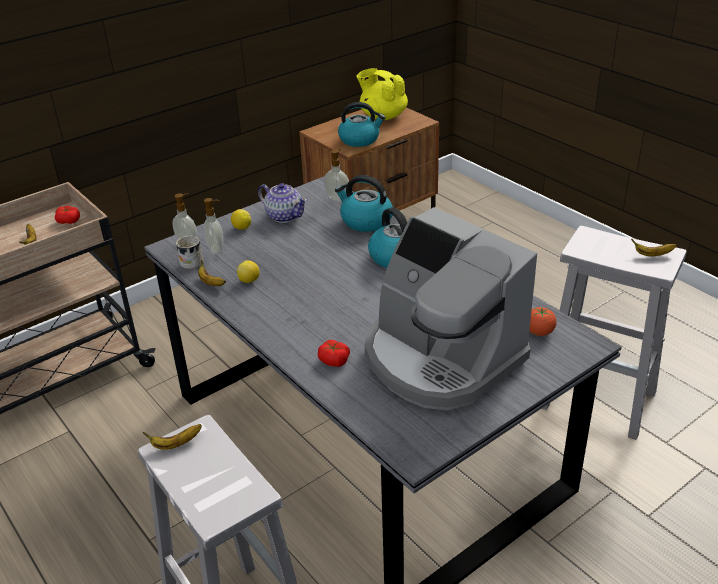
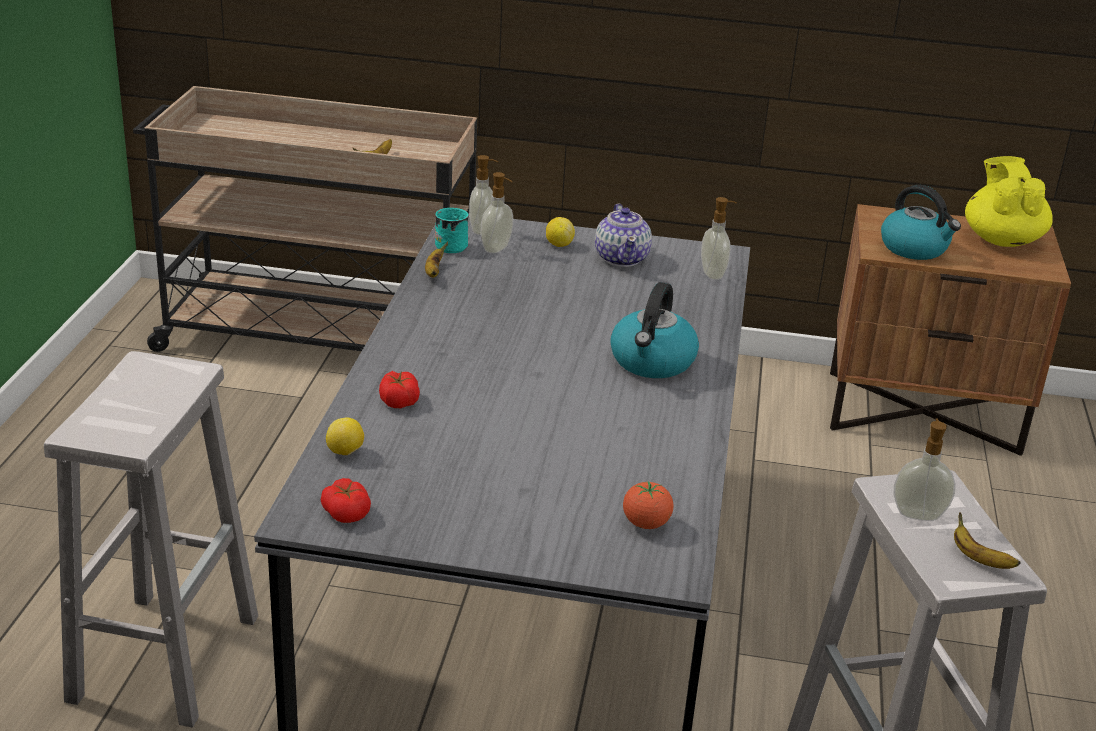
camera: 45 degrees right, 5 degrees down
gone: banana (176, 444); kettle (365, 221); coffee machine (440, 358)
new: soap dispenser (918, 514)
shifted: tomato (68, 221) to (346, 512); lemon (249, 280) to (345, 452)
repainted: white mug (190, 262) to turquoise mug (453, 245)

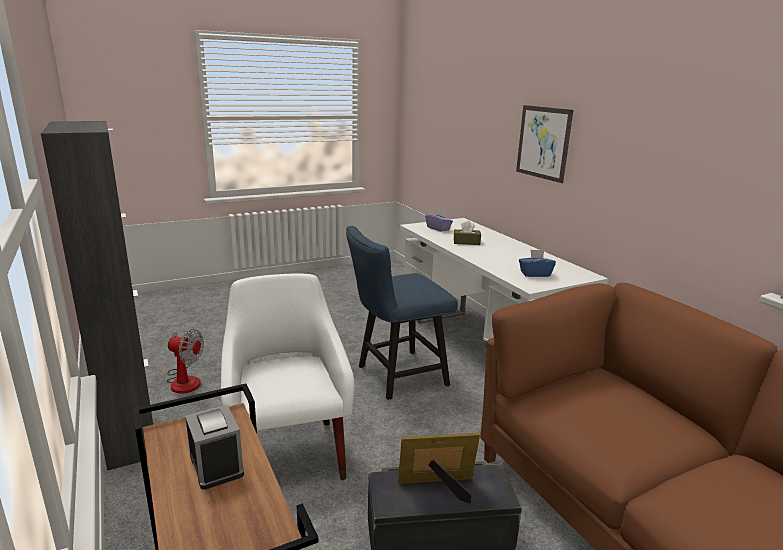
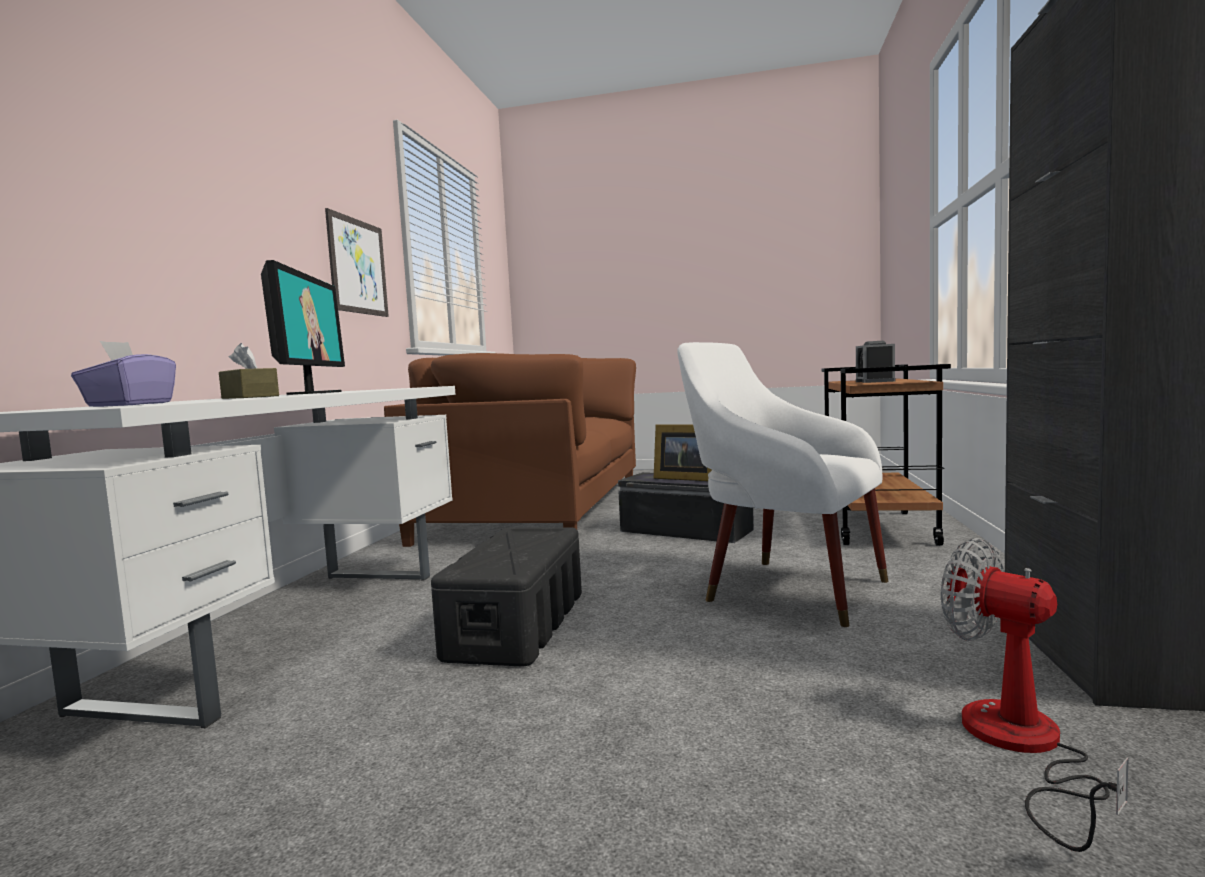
camera: 140 degrees left, 15 degrees down
gone: blue tissue box (535, 274)
new: monitor (313, 393)
shifted: picture (543, 142) to (358, 266)
swapped: blue chair (396, 376) to black storage box (517, 625)
rotated: white armchair (289, 450) = (785, 588) 105 degrees clockwise

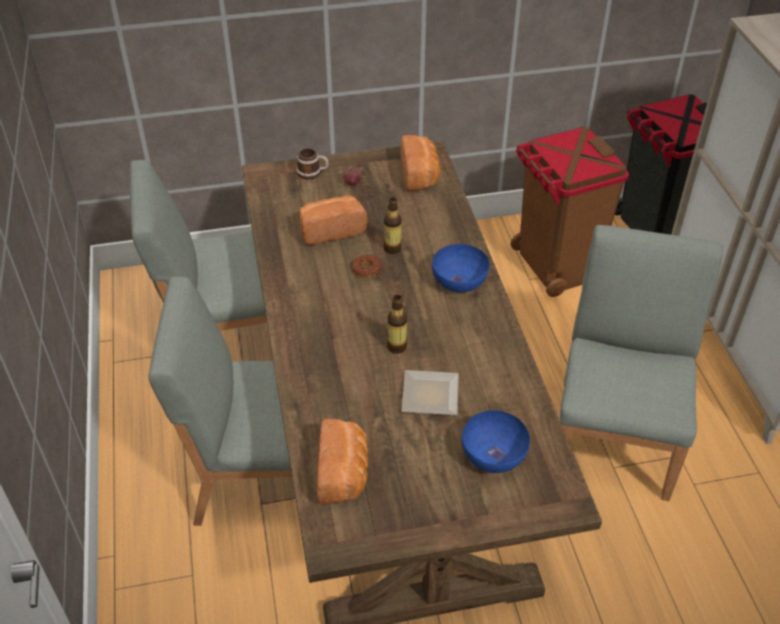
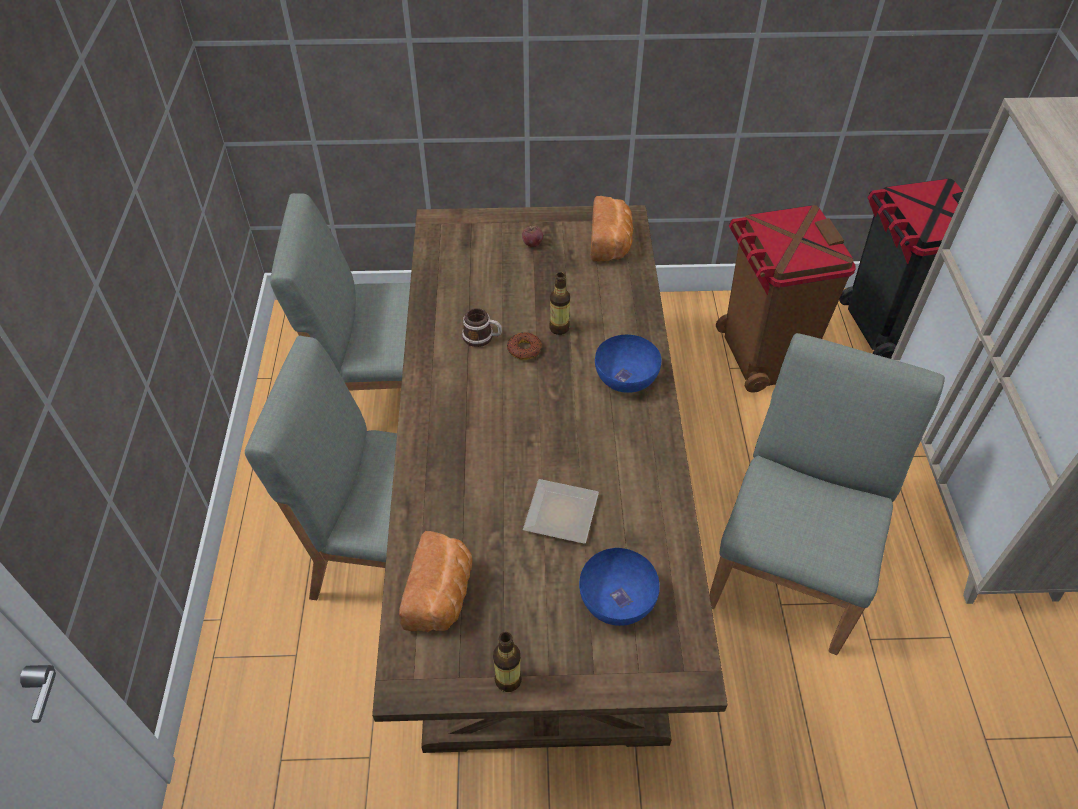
camera: 10 degrees right, 5 degrees up
gone: bread (331, 230)
shifted: mug (312, 173) to (482, 337); bottle (396, 347) to (508, 680)

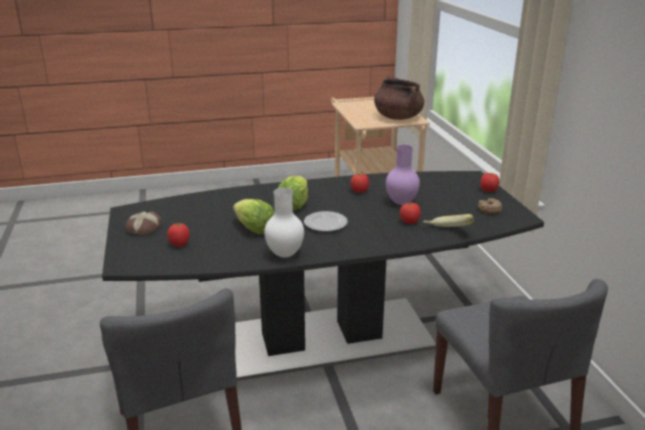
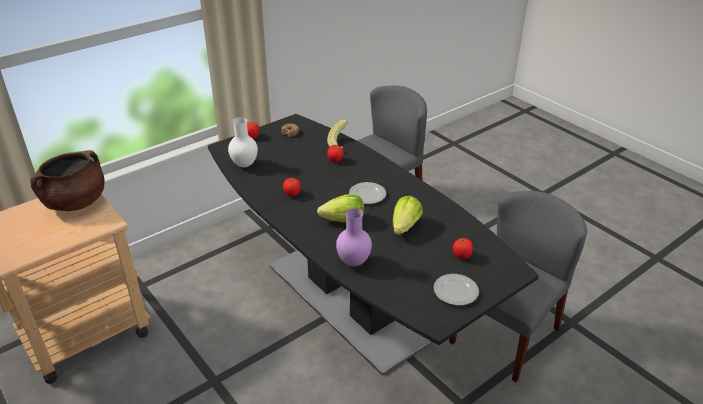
camera: 115 degrees left, 10 degrees up
shifted: white vase (284, 254) to (244, 165); purple vase (401, 203) to (354, 262)
swapped: bread (143, 227) to plate (456, 291)

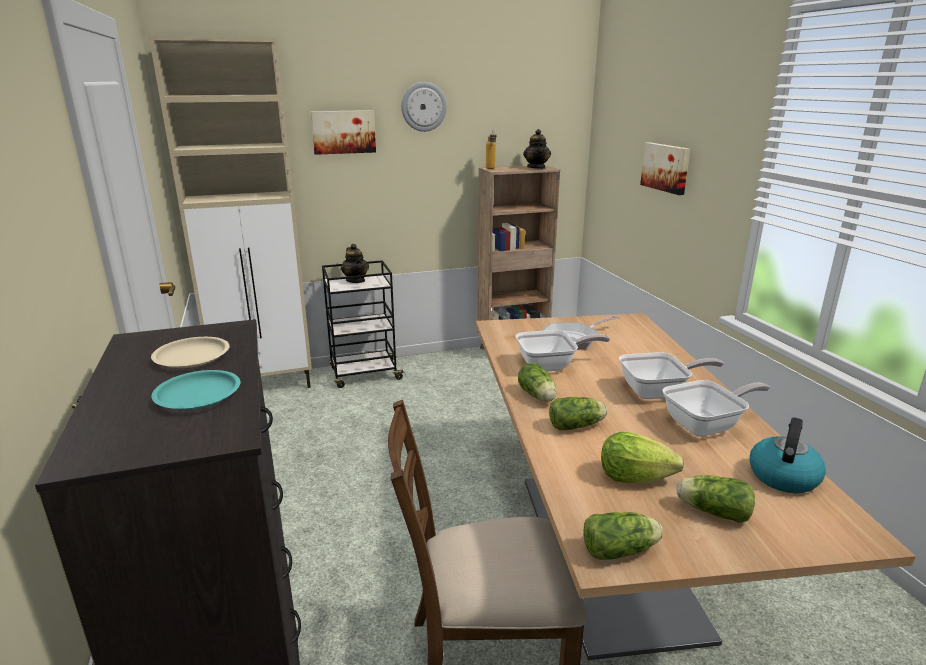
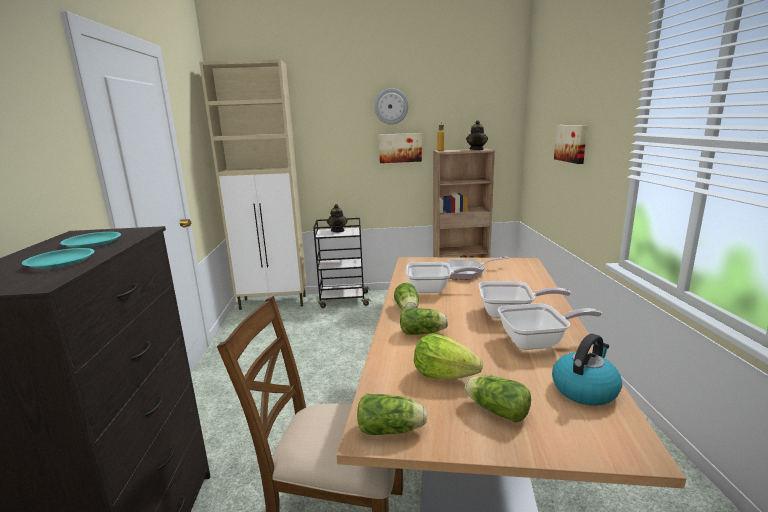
camera: 15 degrees right, 5 degrees down
shifted: picture (343, 132) to (400, 148)
repainted: beige plate (192, 357) to turquoise plate (92, 243)

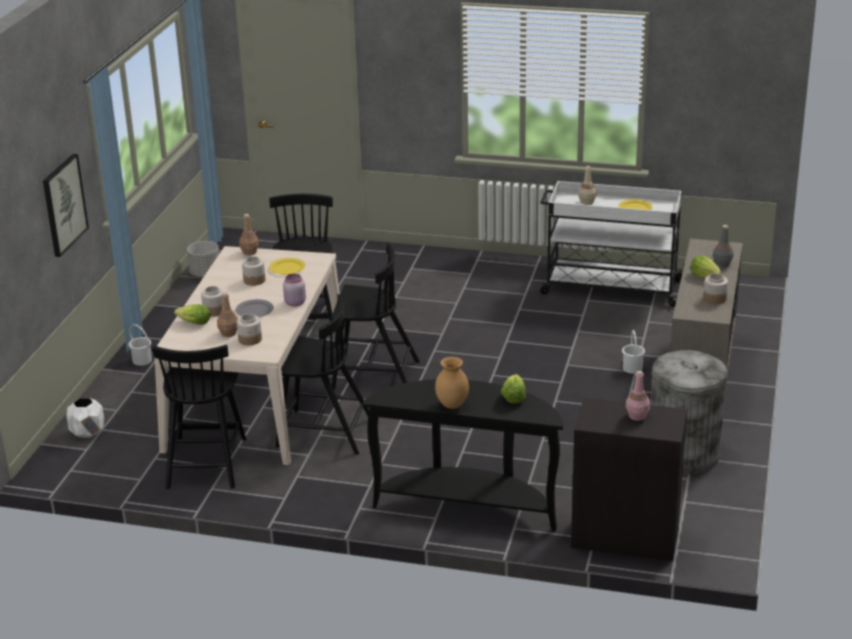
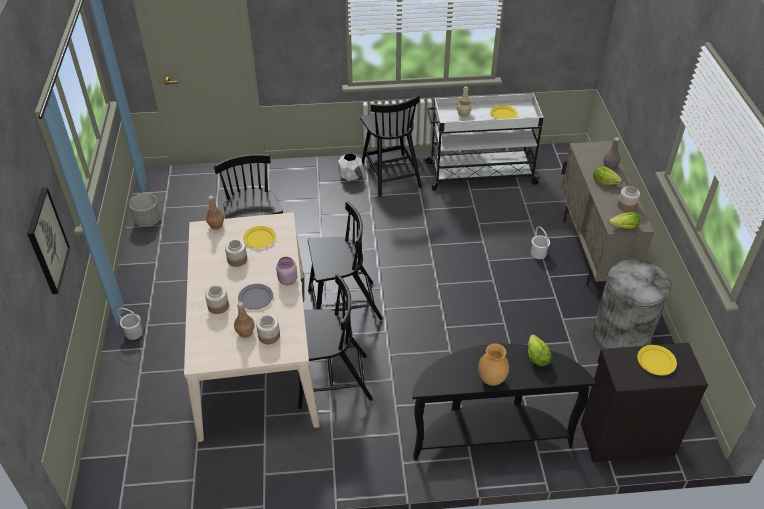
camera: 20 degrees left, 15 degrees up
shifted: white planter (88, 432) to (351, 176); black chair (206, 462) to (390, 174); lettuce (194, 323) to (624, 227)
swapped: pink bottle (637, 416) to yellow plate (656, 361)

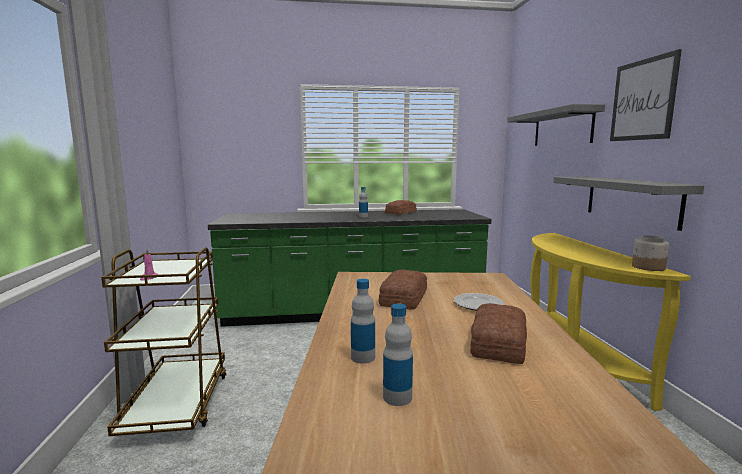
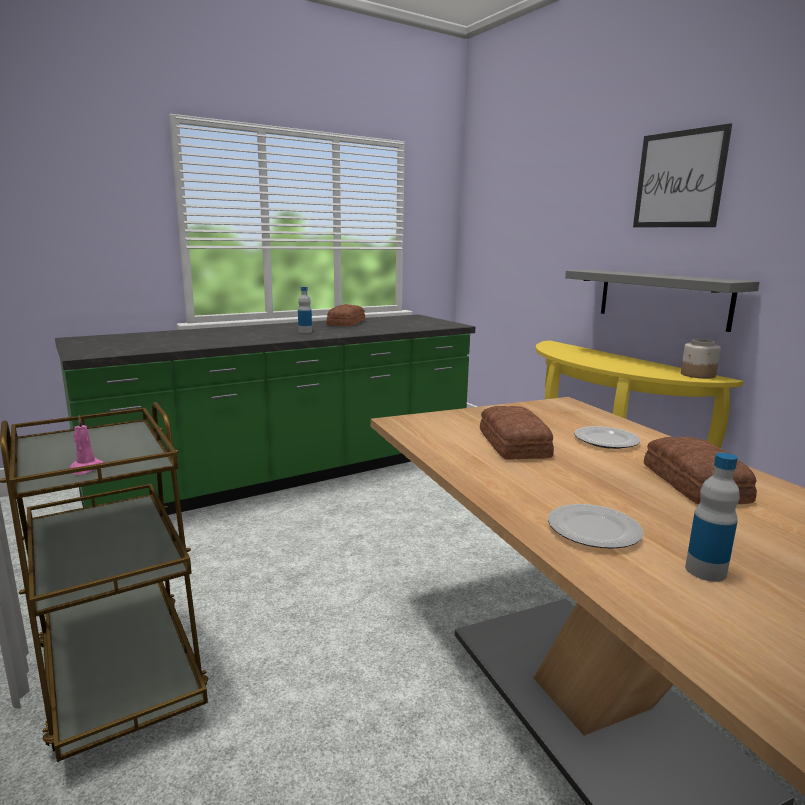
camera: 25 degrees left, 5 degrees up
gone: grey shelf (562, 128)
swapped: bottle (363, 357) to plate (594, 531)

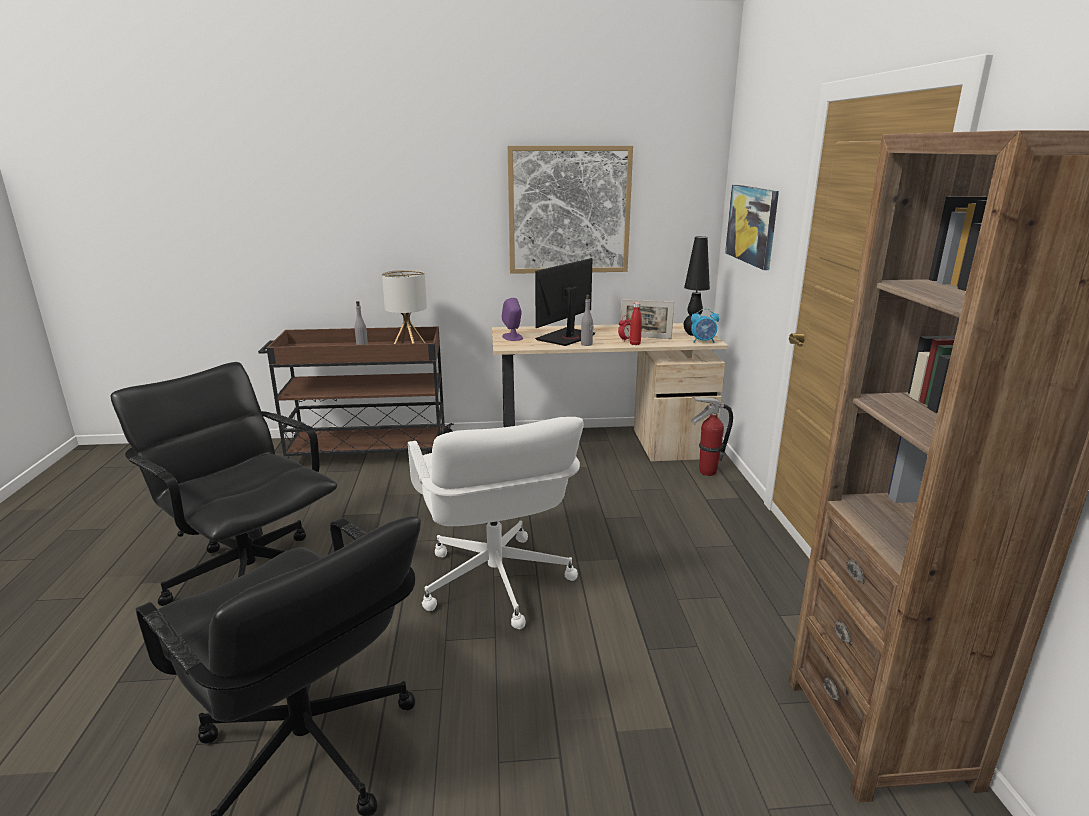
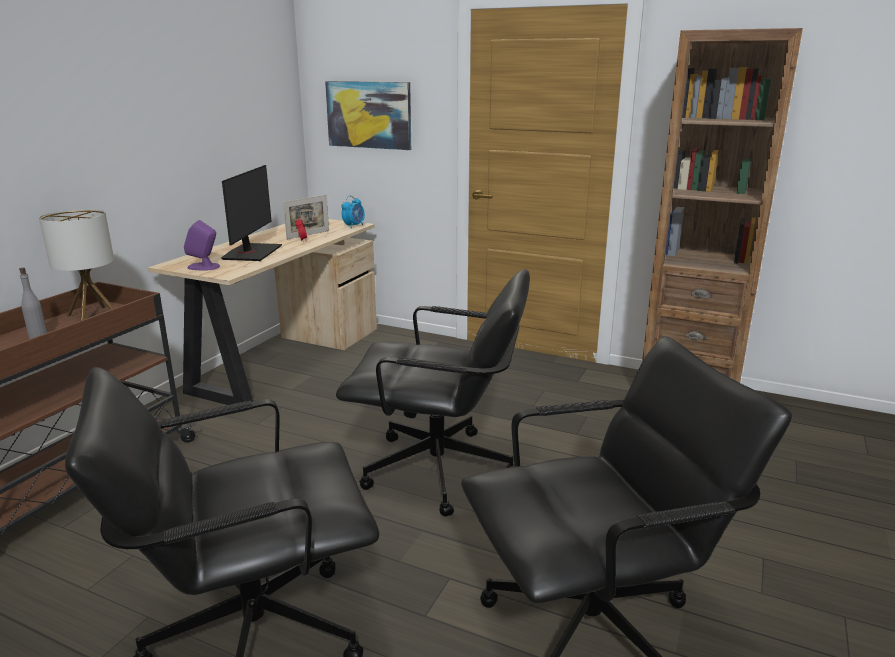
camera: 60 degrees left, 0 degrees up
gone: picture (569, 210); grey bottle (586, 344); red bottle (635, 344); black table lamp (692, 334); fire extinguisher (707, 472)
repainted: white office chair (495, 582) to black office chair (439, 471)
rotated: monitor (566, 337) = (251, 253) 150 degrees counterclockwise

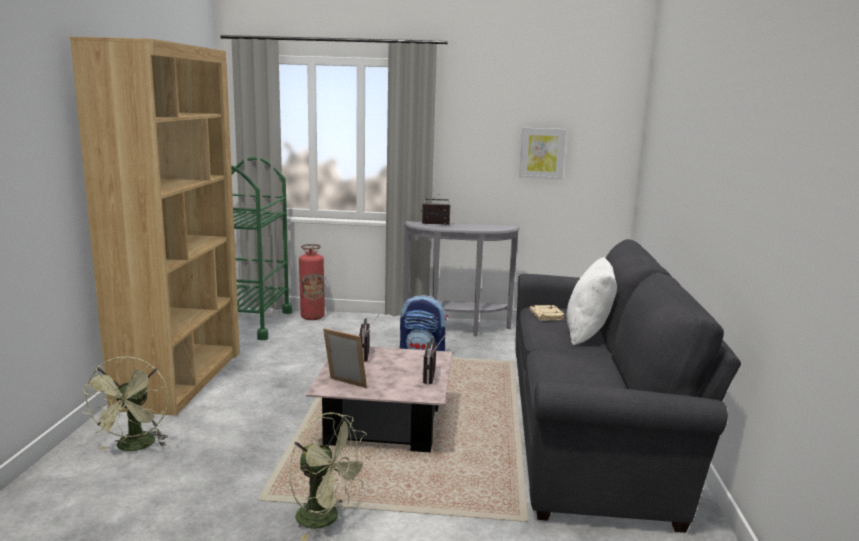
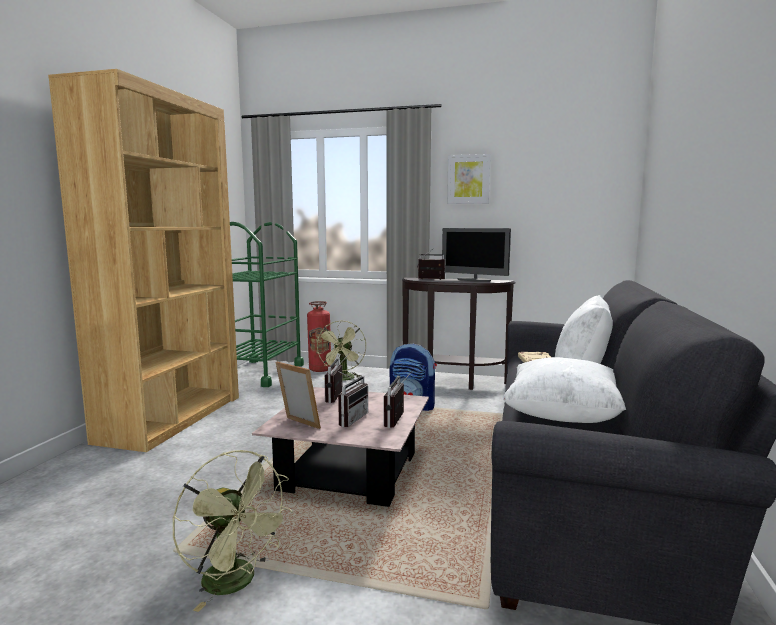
camera: 10 degrees right, 5 degrees down
new: radio (349, 419); monitor (474, 280); white pillow (562, 417)
shifted: green fan (134, 447) to (343, 379); picture (542, 153) to (468, 179)
repainted: grey console table (456, 329) to brown console table (453, 383)

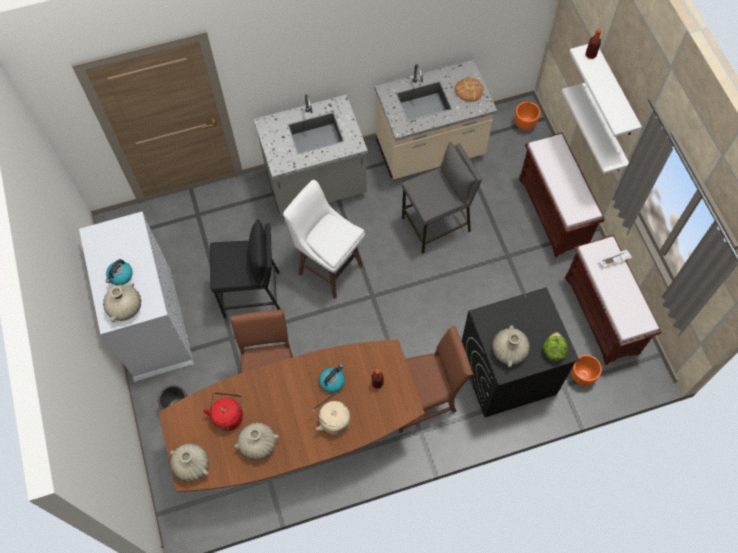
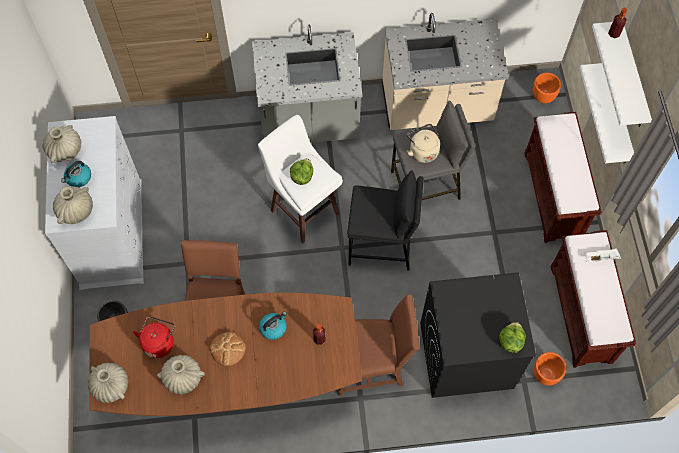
camera: 10 degrees right, 0 degrees up
new: lettuce (302, 176)
shifted: beige vase (509, 351) to (65, 150); bread (469, 90) to (227, 349); black stool (252, 294) to (381, 246); beige kettle (333, 419) to (422, 150)

